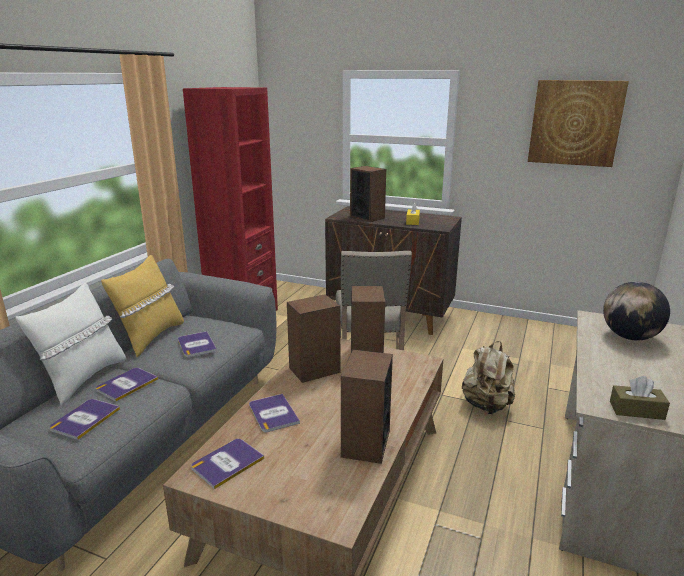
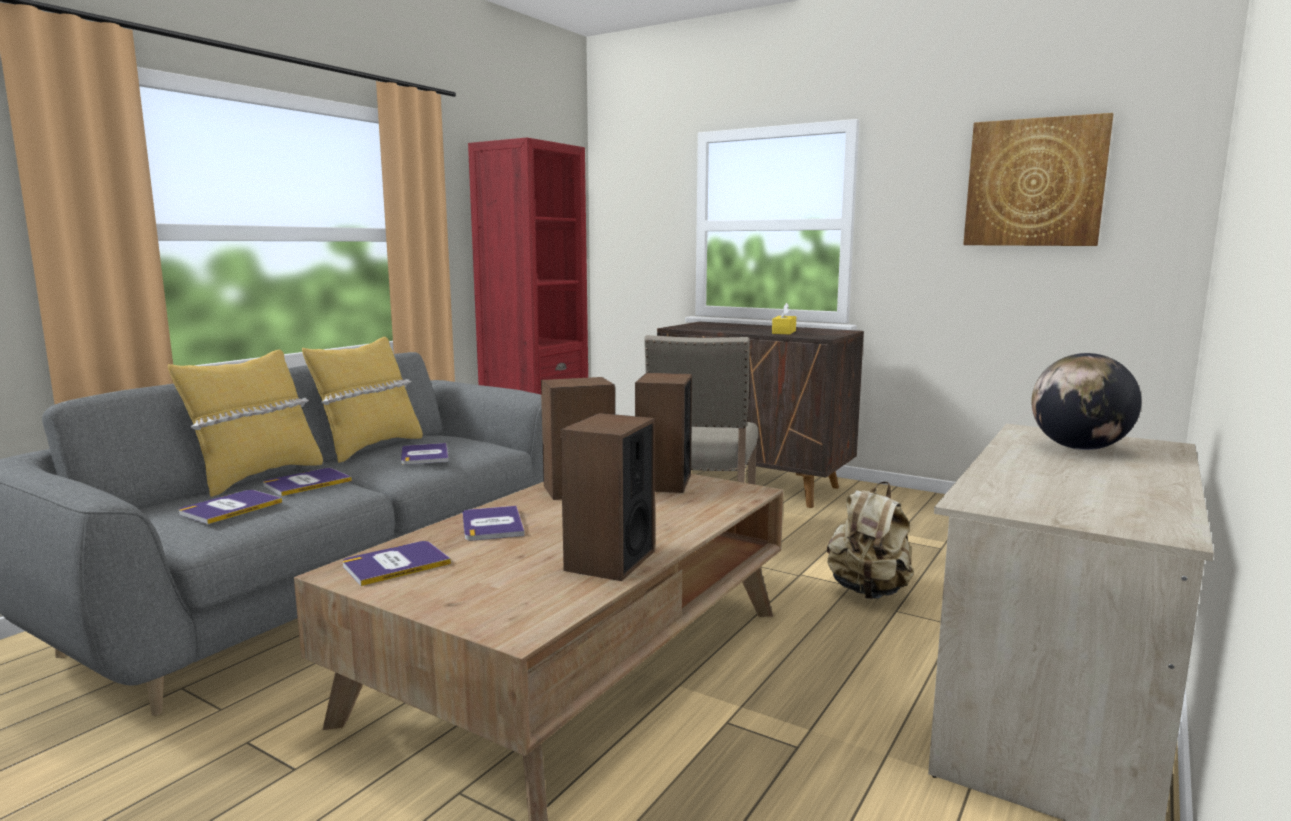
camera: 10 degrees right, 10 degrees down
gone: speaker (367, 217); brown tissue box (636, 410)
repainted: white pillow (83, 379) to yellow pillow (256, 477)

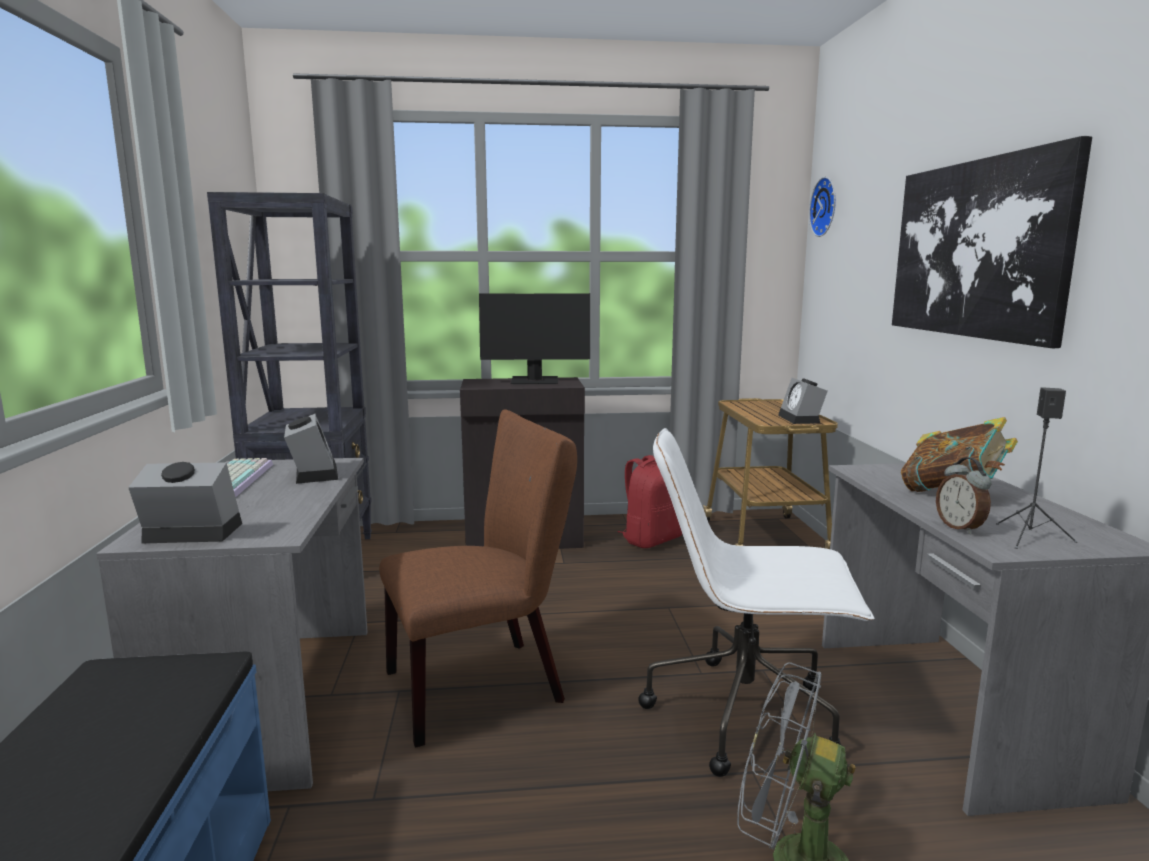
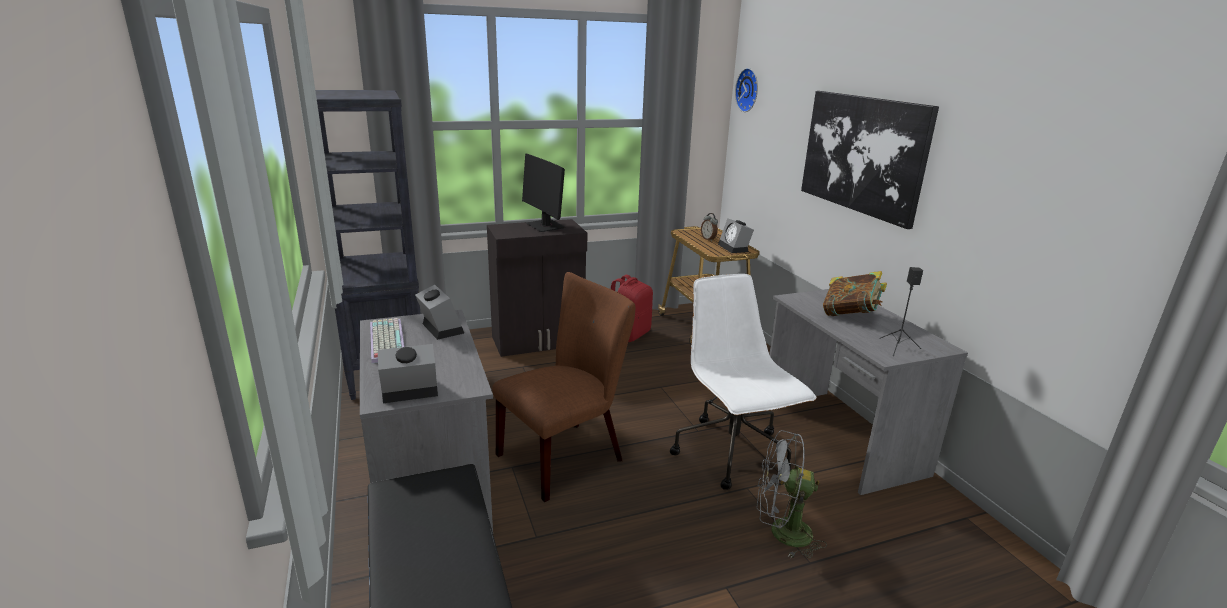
camera: 15 degrees left, 10 degrees up
shifted: alarm clock (960, 528) to (708, 239)
rotated: monitor (535, 381) = (545, 226) 75 degrees clockwise; white office chair (746, 714) = (732, 454) 75 degrees clockwise

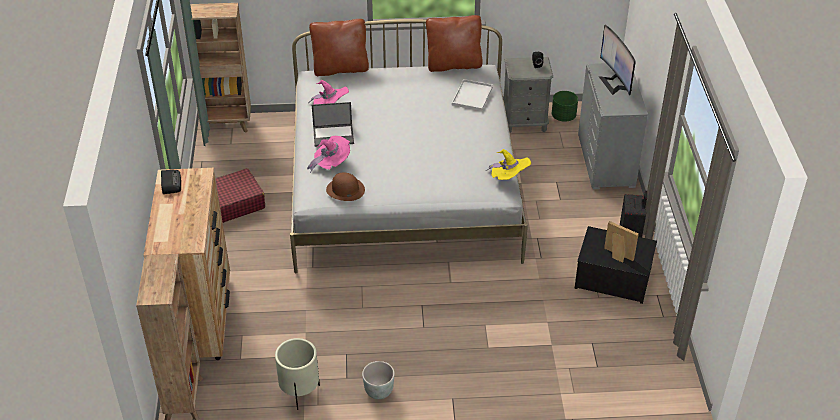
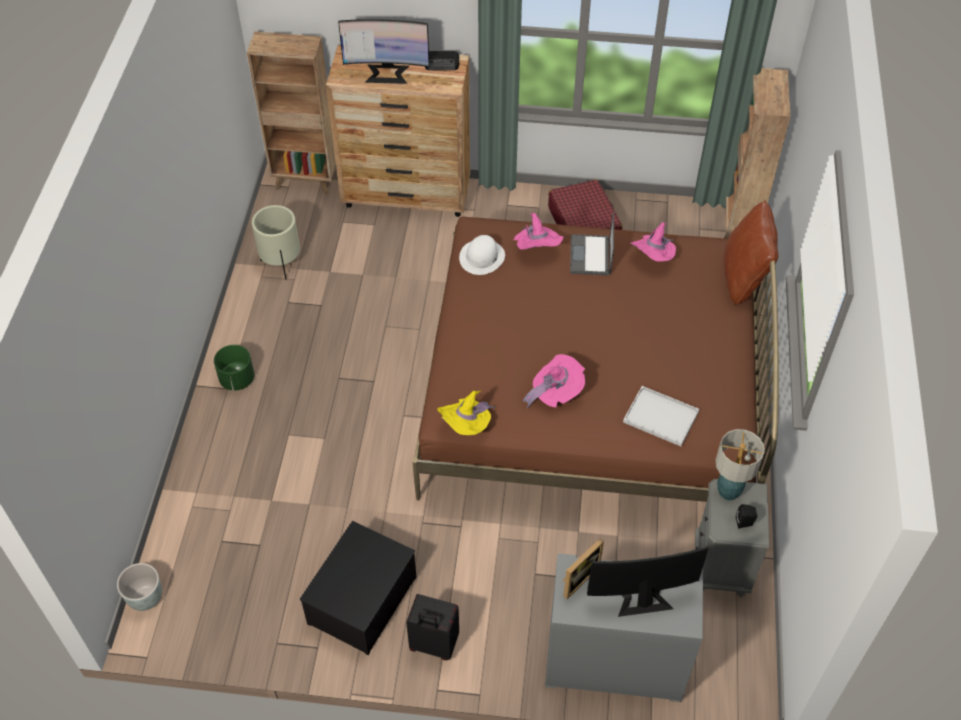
camera: 100 degrees right, 10 degrees up
gone: brown pillow (453, 65)
new: monitor (387, 74); pink hat (555, 392); table lamp (729, 491)
shifted: grey planter (379, 391) to (145, 598); green planter (563, 116) to (237, 379); picture frame (617, 256) to (577, 578)
repainted: white bed (404, 187) to brown bed (589, 392); brown hat (345, 189) to white hat (482, 257)

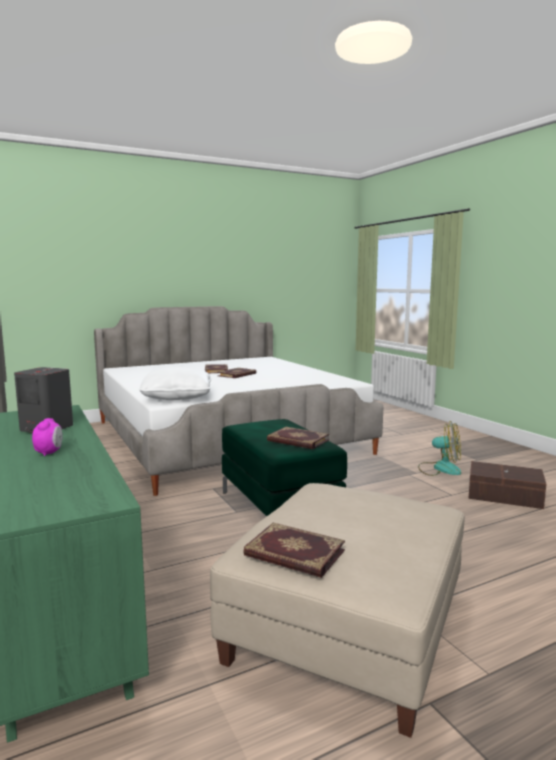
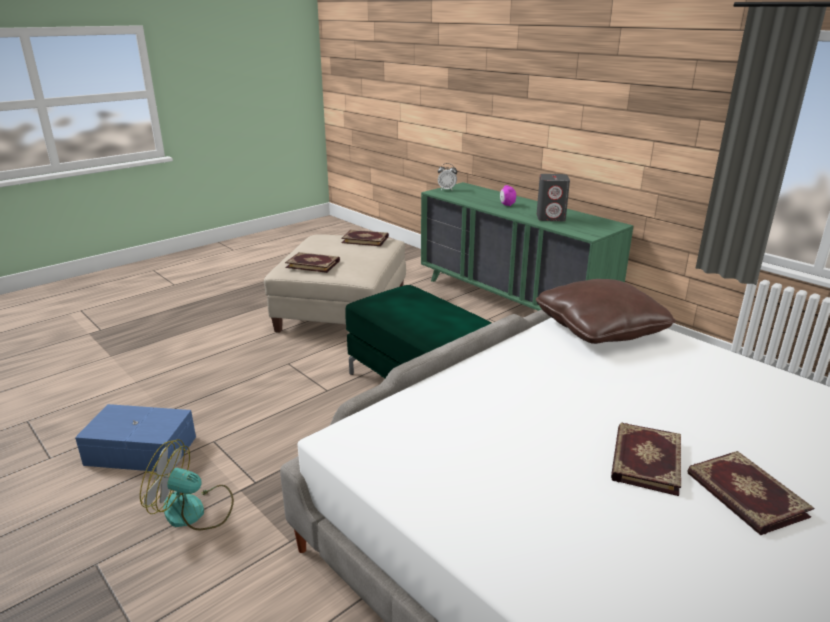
camera: 165 degrees right, 15 degrees up
new: alarm clock (447, 189)
shifted: book (297, 441) to (313, 264)
repainted: brown storage box (505, 496) to blue storage box (141, 450); white pillow (177, 397) to brown pillow (599, 328)

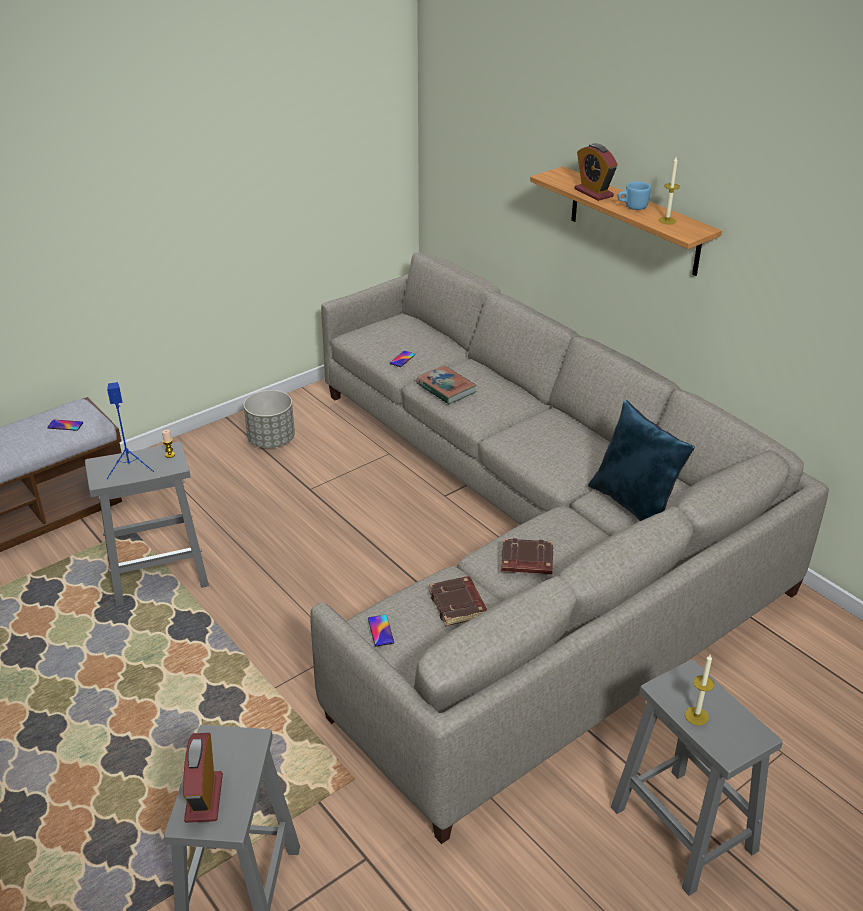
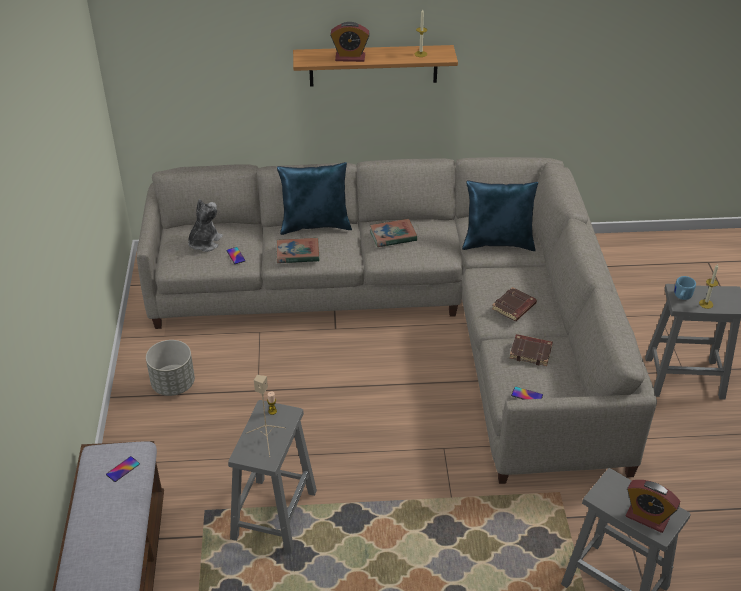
camera: 55 degrees left, 5 degrees up
new: plush toy (204, 243); blue pillow (315, 225); book (393, 236)
shifted: blue mug (632, 207) to (681, 297)
repainted: blue speaker (130, 467) to beige speaker (267, 438)

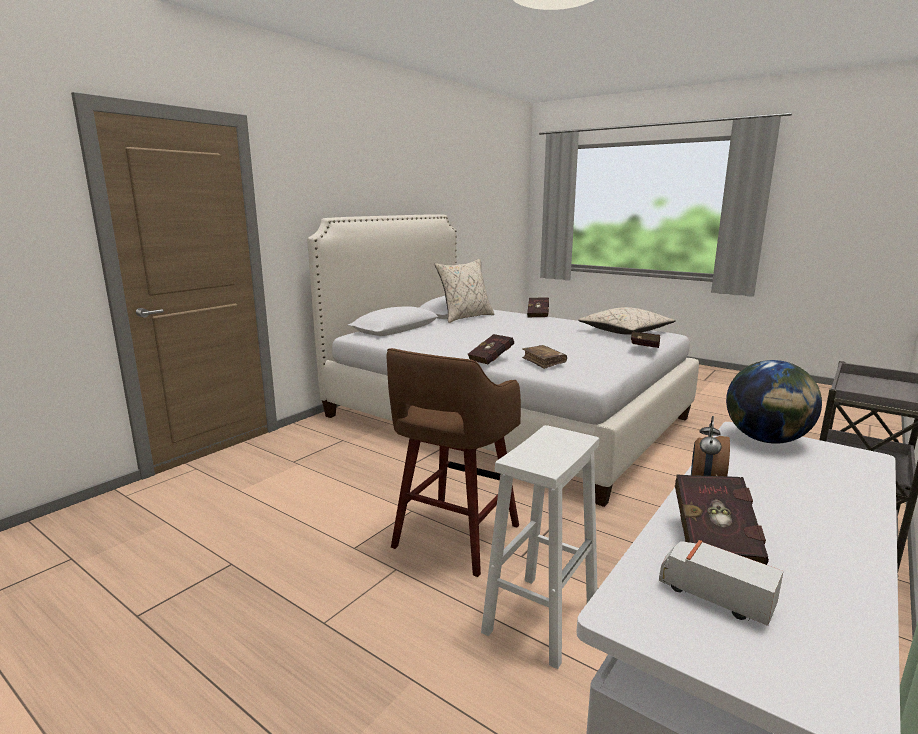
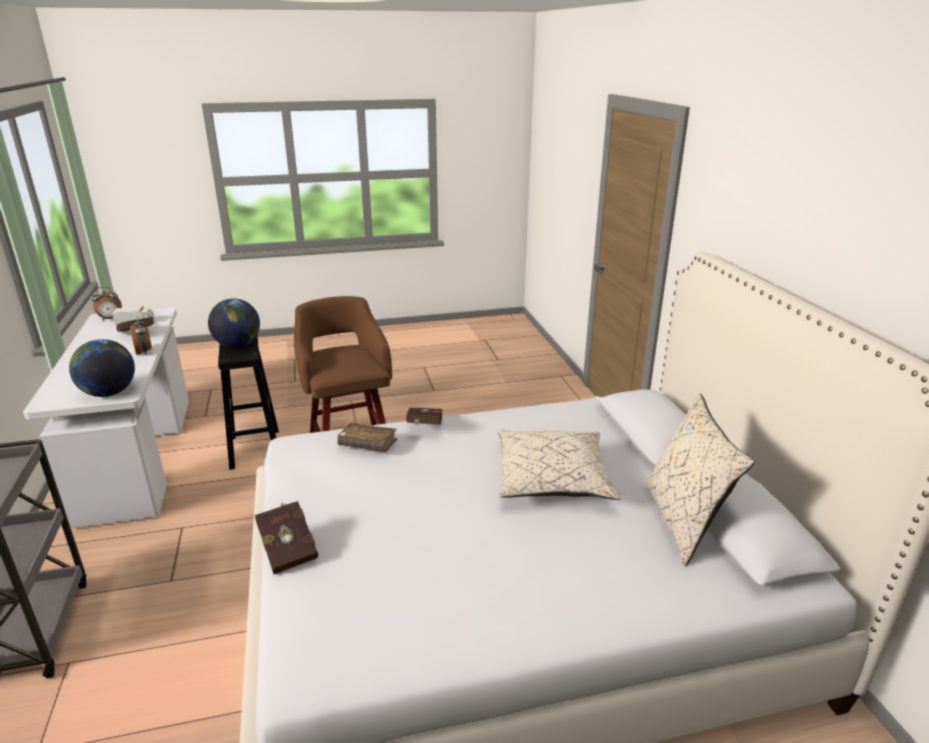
camera: 130 degrees right, 10 degrees up
gone: red book (538, 315)
new: alarm clock (110, 319); globe (238, 345)
shifted: beige pillow (624, 332) to (552, 478)
repainted: white stool (541, 617) to black stool (255, 449)

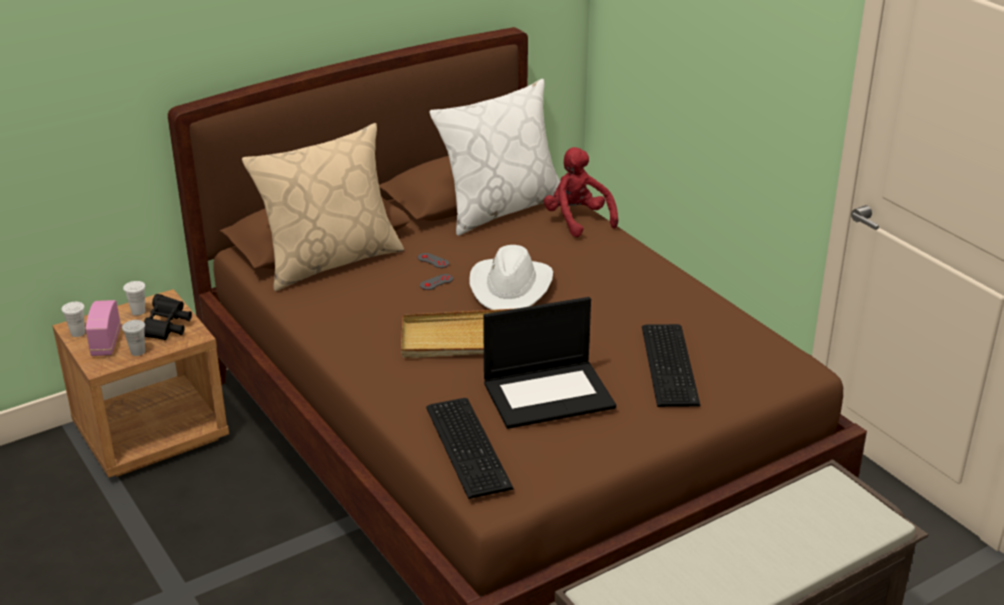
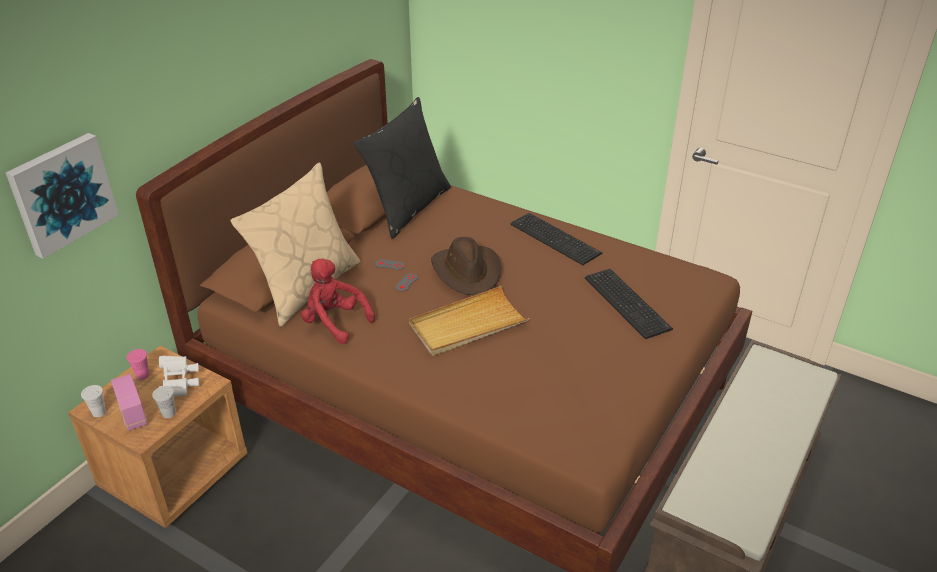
camera: 25 degrees left, 5 degrees up
gone: laptop (549, 394)
new: picture (62, 193)
shifted: red plush toy (577, 220) to (334, 322); keyboard (470, 445) to (555, 237)
repainted: white cup (138, 311) to pink cup (142, 375); black binoculars (166, 328) to white binoculars (179, 383); white pillow (500, 208) to black pillow (407, 207); white hat (511, 287) to brown hat (467, 271)

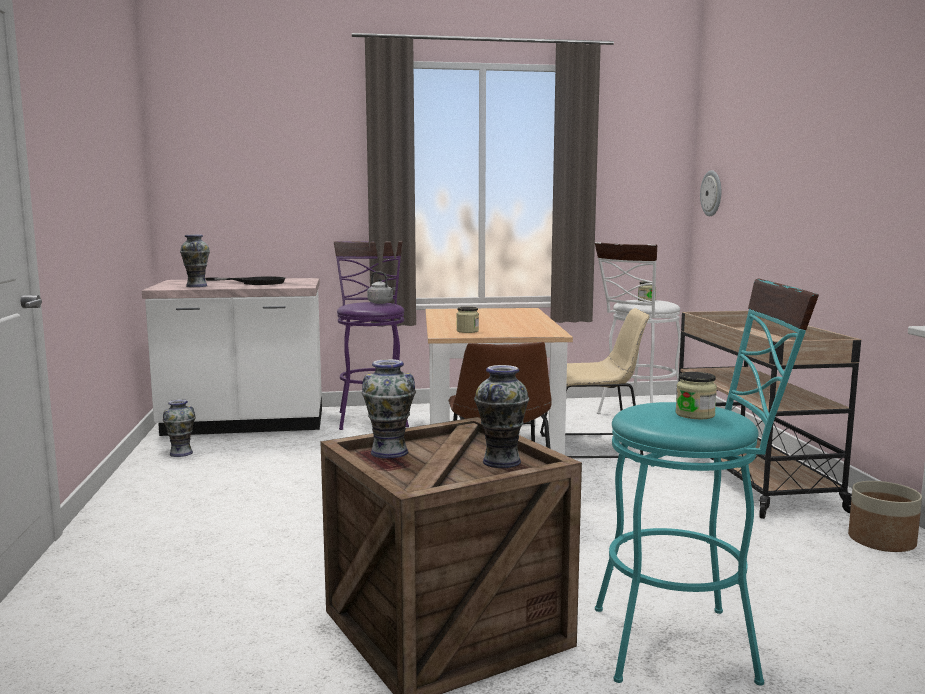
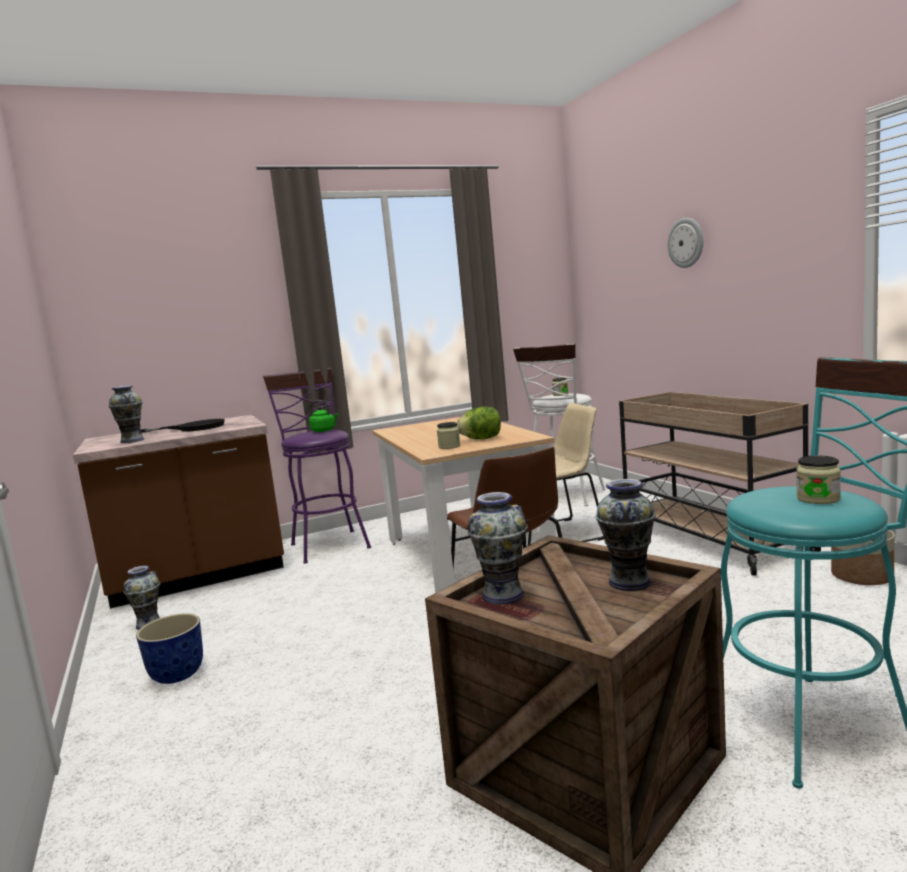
camera: 15 degrees left, 0 degrees up
new: planter (177, 674); lettuce (481, 439)
shifted: wall clock (712, 193) to (686, 243)
repainted: white counter (244, 424) to brown counter (199, 576); grey kettle (381, 303) to green kettle (324, 430)

